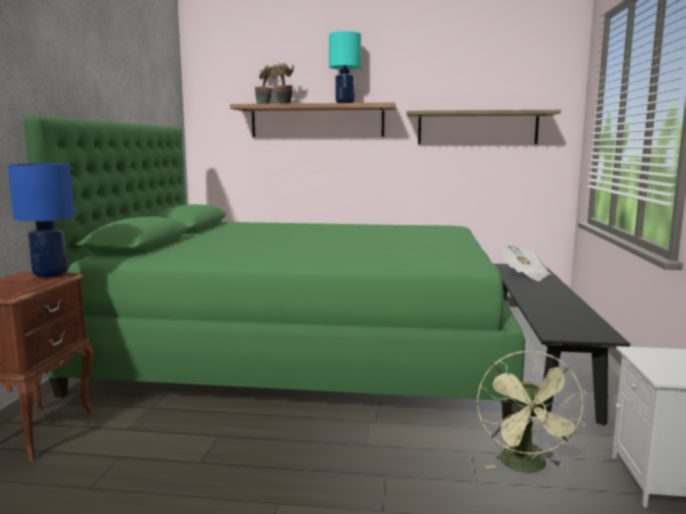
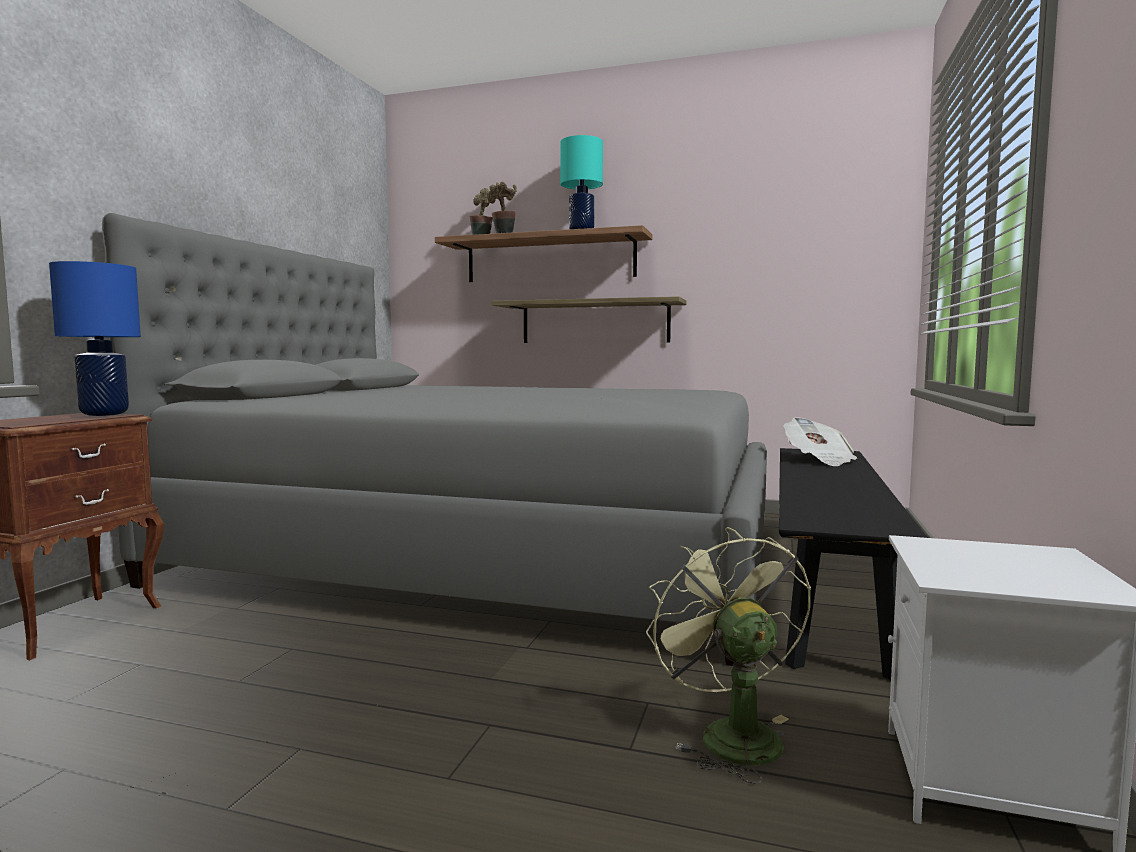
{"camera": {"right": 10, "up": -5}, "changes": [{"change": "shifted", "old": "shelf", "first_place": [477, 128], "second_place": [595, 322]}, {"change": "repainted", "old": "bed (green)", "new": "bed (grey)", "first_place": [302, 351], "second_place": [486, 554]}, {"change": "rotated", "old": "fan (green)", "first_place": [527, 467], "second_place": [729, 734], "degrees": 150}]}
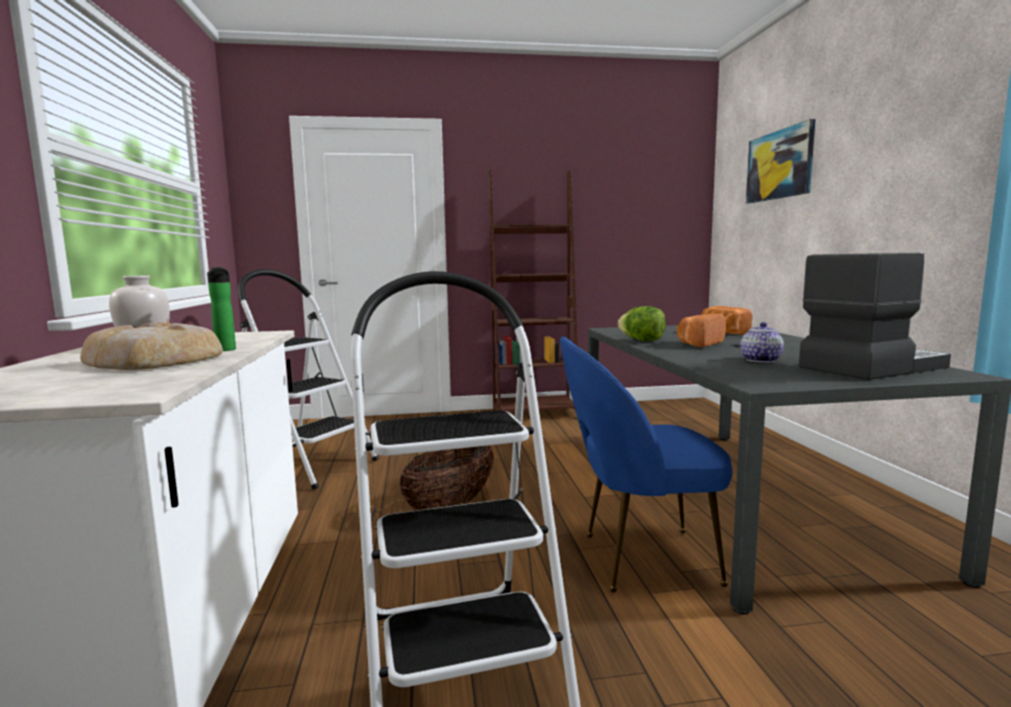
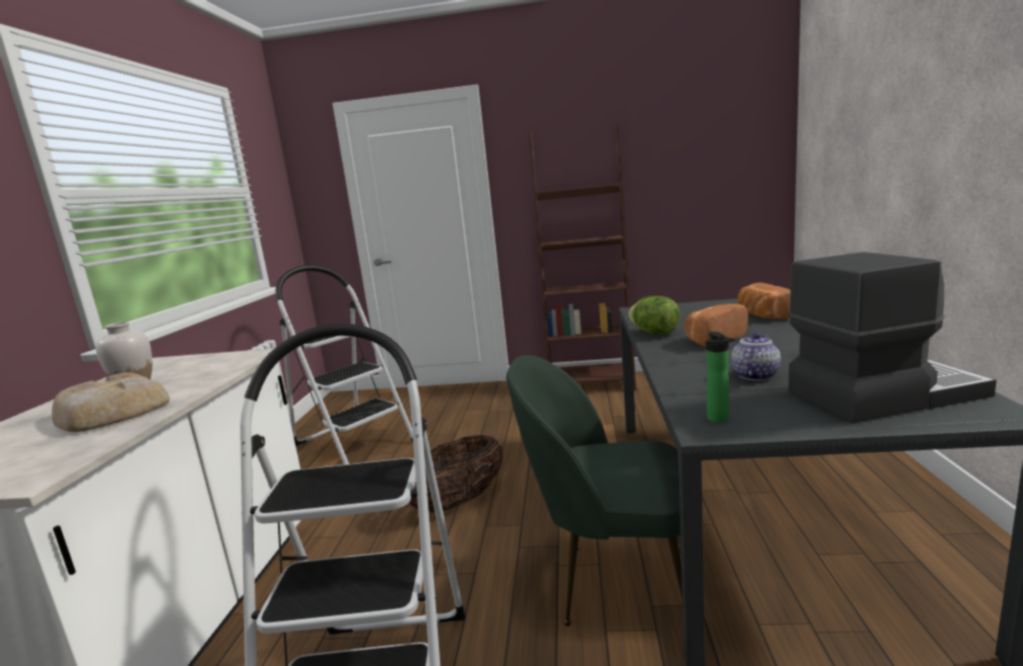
{"camera": {"right": 15, "up": 5}, "changes": [{"change": "gone", "old": "picture", "first_place": [779, 165]}, {"change": "shifted", "old": "bottle", "first_place": [226, 350], "second_place": [720, 419]}, {"change": "repainted", "old": "chair (blue)", "new": "chair (green)", "first_place": [637, 559], "second_place": [612, 585]}]}
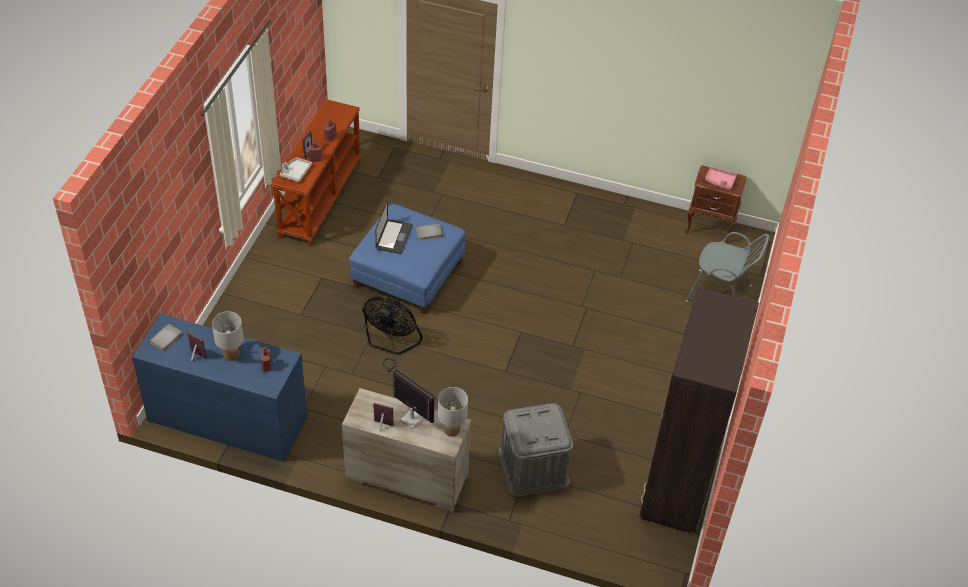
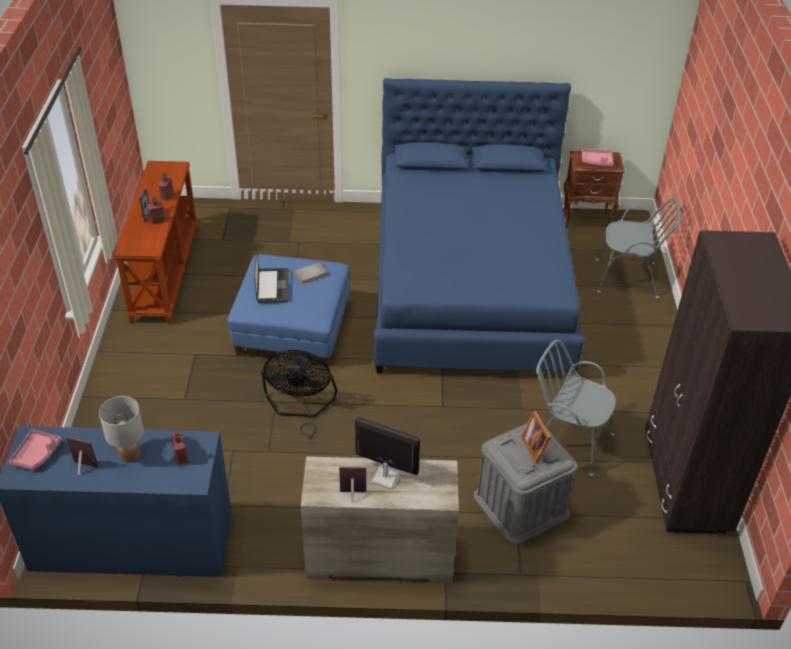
{"camera": {"right": -15, "up": -5}, "changes": [{"change": "gone", "old": "tray (grey)", "first_place": [296, 172]}, {"change": "swapped", "old": "book (grey)", "new": "tray (pink)", "first_place": [167, 338], "second_place": [37, 454]}, {"change": "gone", "old": "table lamp (grey)", "first_place": [452, 429]}, {"change": "new", "new": "bed (blue)", "second_place": [470, 284]}, {"change": "new", "new": "chair (grey)", "second_place": [566, 439]}, {"change": "new", "new": "picture frame", "second_place": [535, 447]}]}
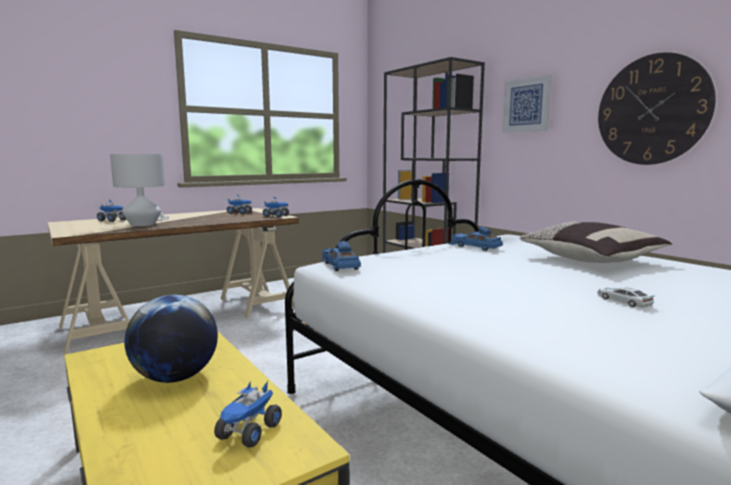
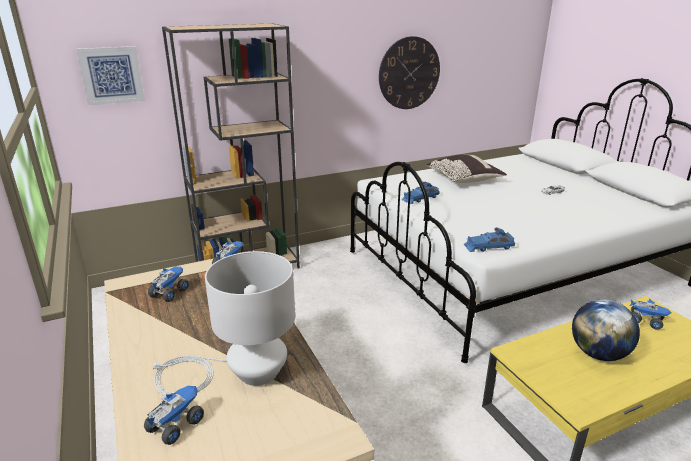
{"camera": {"right": -80, "up": 15}, "changes": [{"change": "shifted", "old": "picture", "first_place": [527, 105], "second_place": [111, 75]}]}
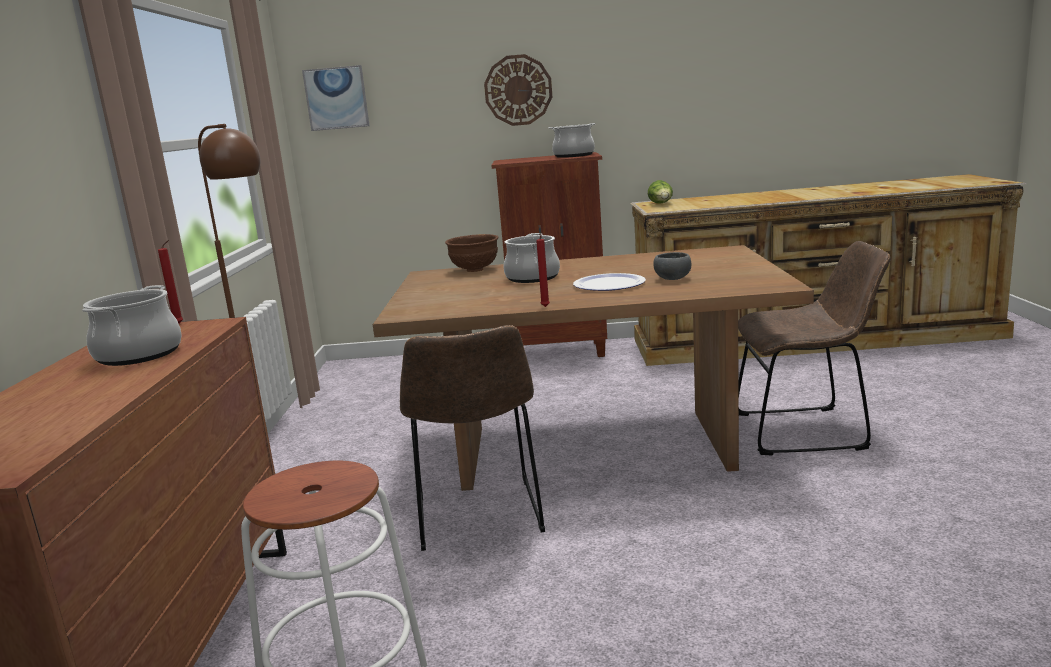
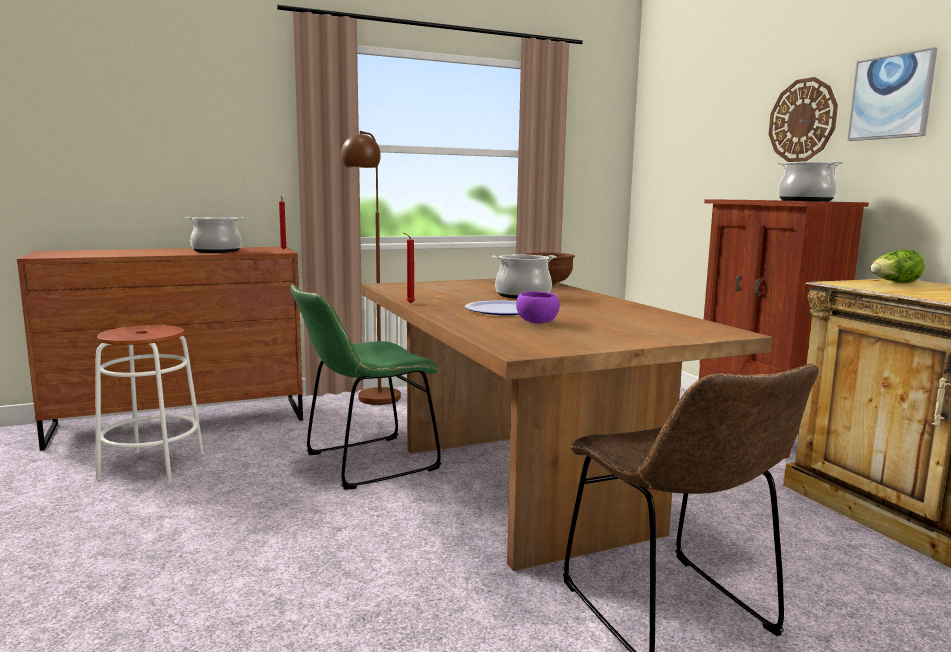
{"camera": {"right": 65, "up": -5}, "changes": [{"change": "shifted", "old": "picture", "first_place": [336, 98], "second_place": [891, 97]}, {"change": "repainted", "old": "bowl (grey)", "new": "bowl (purple)", "first_place": [673, 279], "second_place": [536, 322]}, {"change": "repainted", "old": "chair (brown)", "new": "chair (green)", "first_place": [479, 517], "second_place": [365, 463]}]}
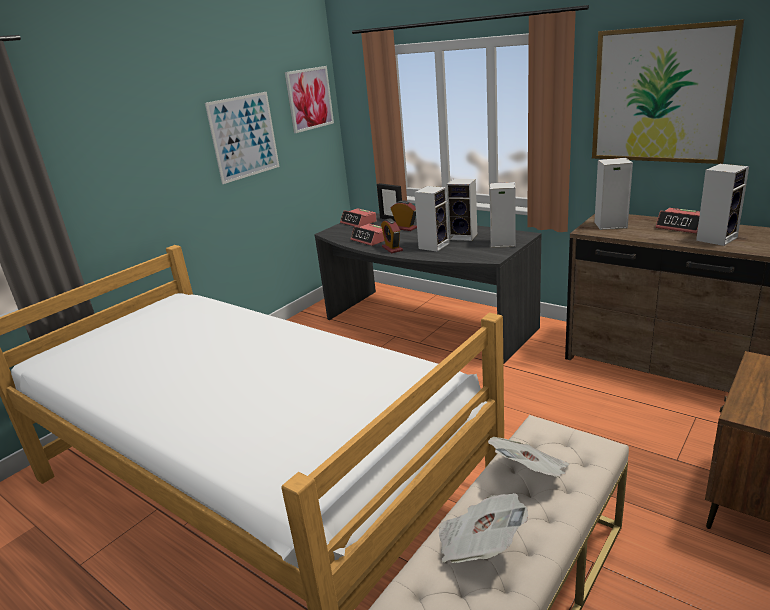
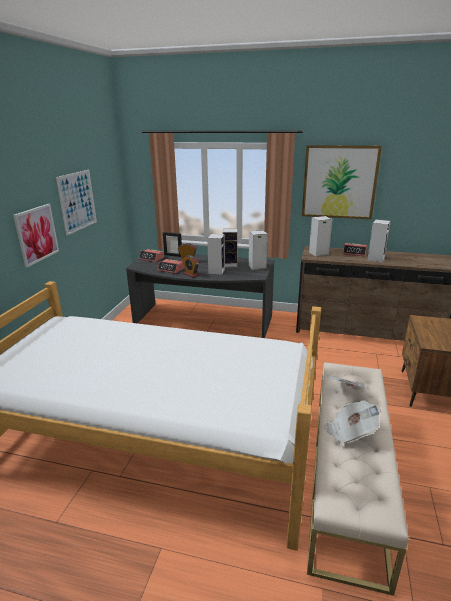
{"camera": {"right": -25, "up": 0}, "changes": [{"change": "shifted", "old": "picture", "first_place": [309, 99], "second_place": [36, 234]}]}
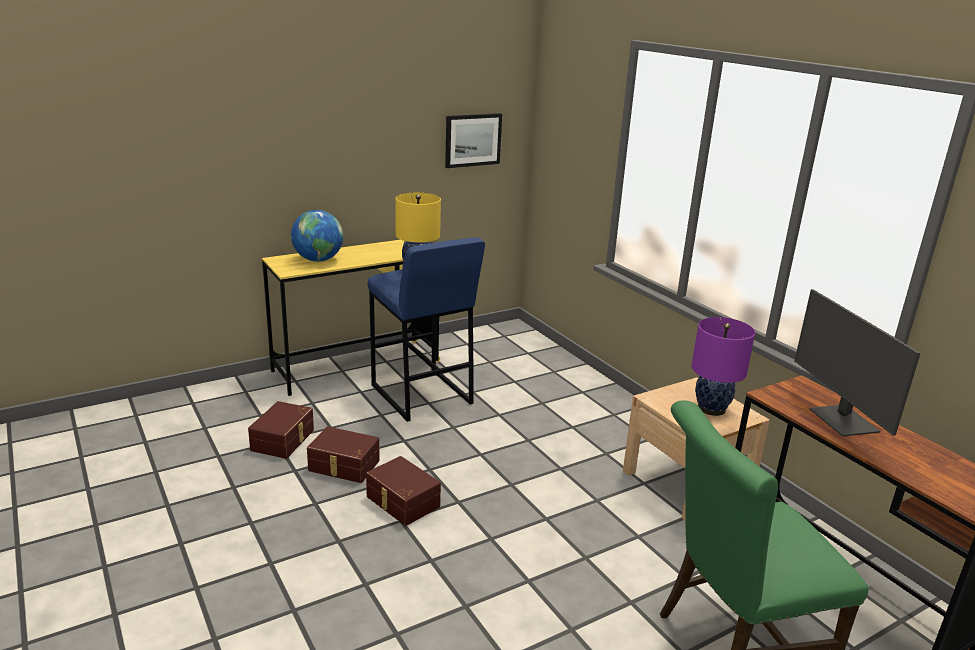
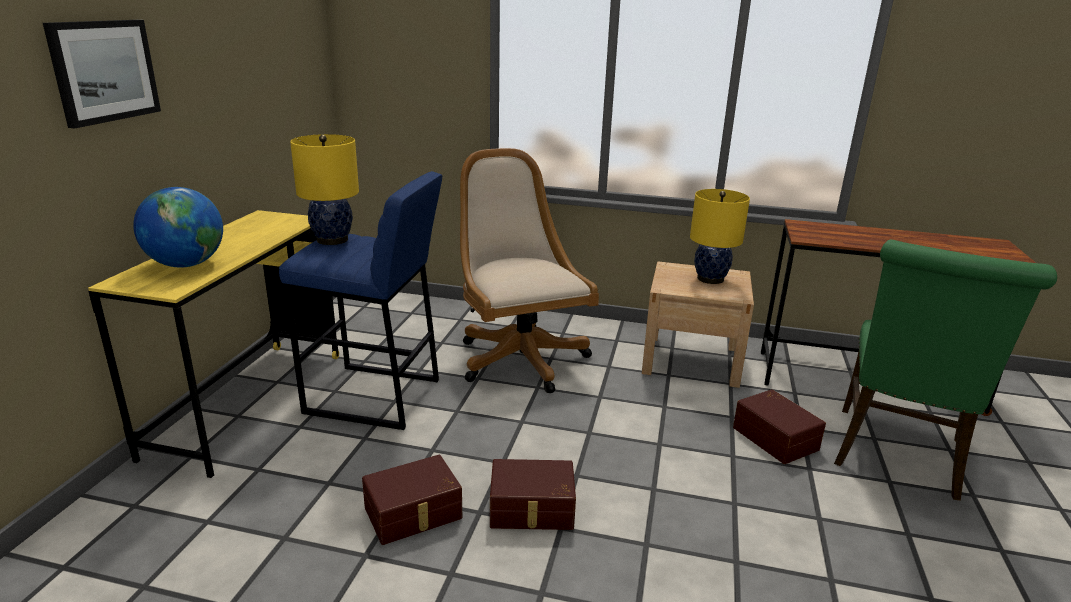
{"camera": {"right": -45, "up": 0}, "changes": [{"change": "shifted", "old": "picture", "first_place": [472, 140], "second_place": [104, 71]}, {"change": "gone", "old": "monitor", "first_place": [842, 421]}, {"change": "repainted", "old": "table lamp (purple)", "new": "table lamp (yellow)", "first_place": [711, 408], "second_place": [710, 279]}, {"change": "shifted", "old": "storage box (brown)", "first_place": [284, 440], "second_place": [776, 438]}, {"change": "new", "new": "office chair", "second_place": [518, 355]}]}
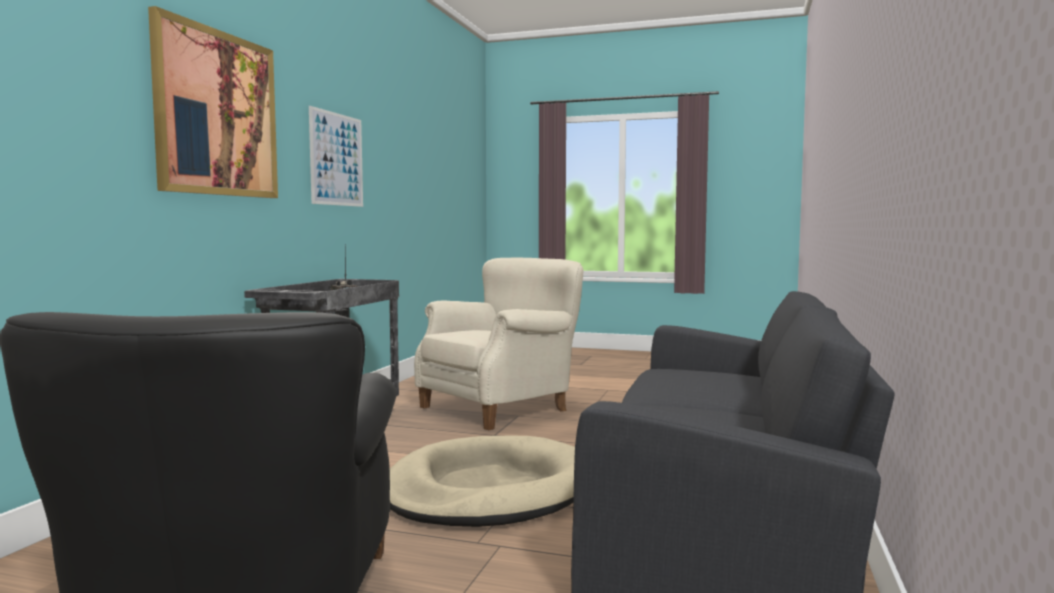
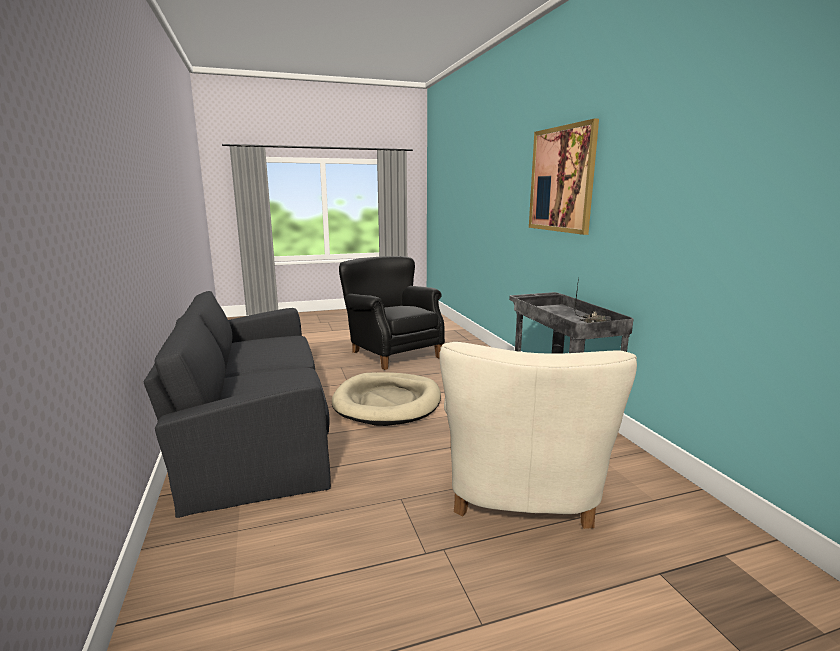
{"camera": {"right": 145, "up": 10}, "changes": [{"change": "gone", "old": "picture", "first_place": [336, 159]}]}
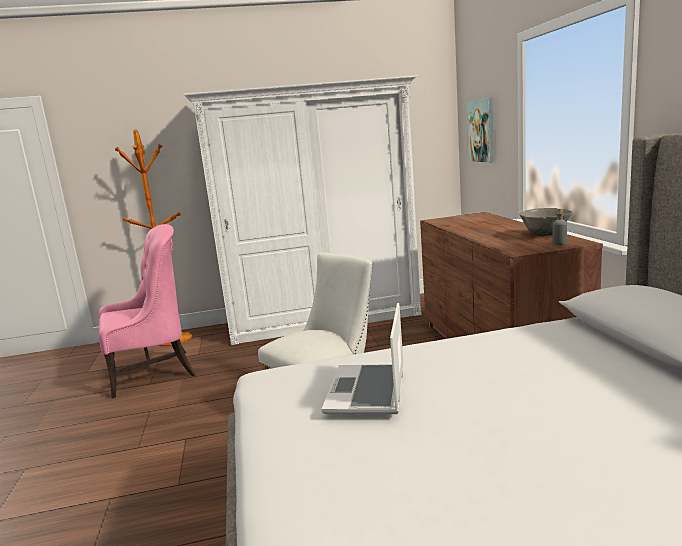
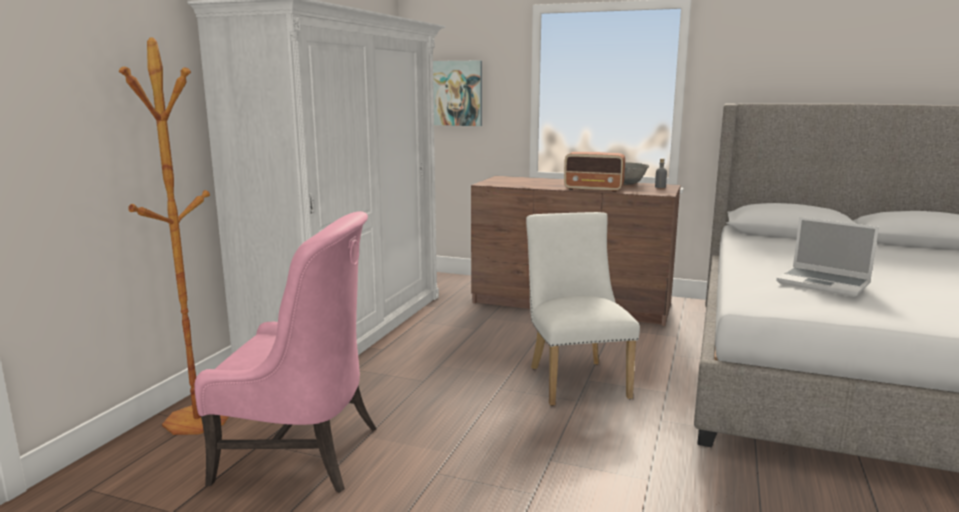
{"camera": {"right": -60, "up": 0}, "changes": [{"change": "rotated", "old": "chair (pink)", "first_place": [153, 372], "second_place": [301, 453], "degrees": 90}, {"change": "new", "new": "radio", "second_place": [594, 189]}]}
